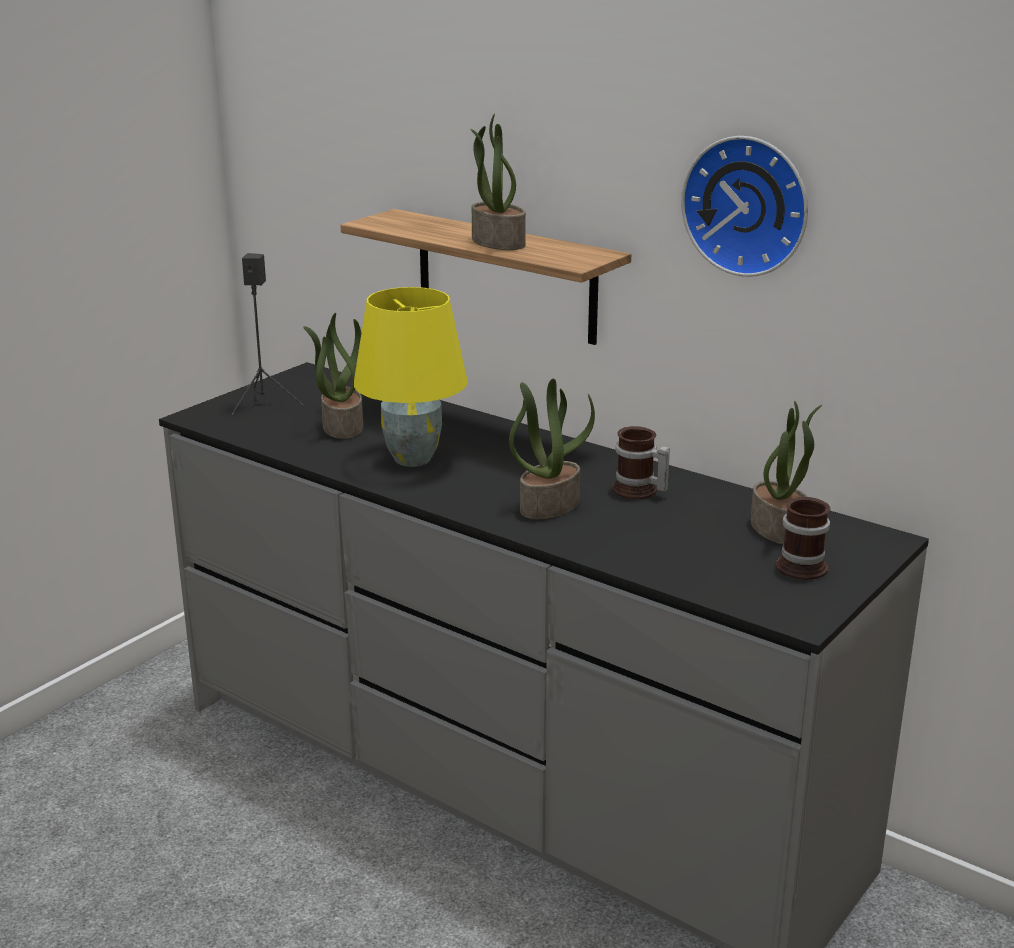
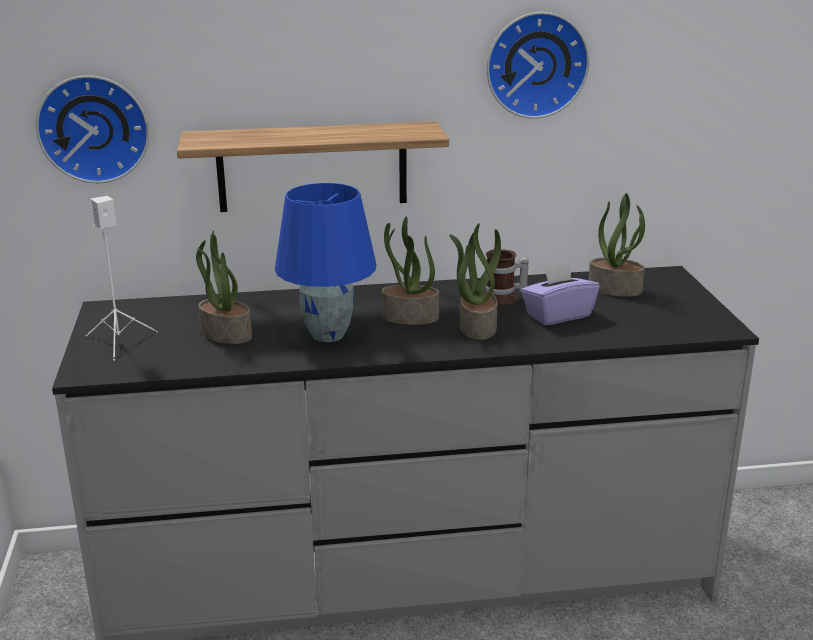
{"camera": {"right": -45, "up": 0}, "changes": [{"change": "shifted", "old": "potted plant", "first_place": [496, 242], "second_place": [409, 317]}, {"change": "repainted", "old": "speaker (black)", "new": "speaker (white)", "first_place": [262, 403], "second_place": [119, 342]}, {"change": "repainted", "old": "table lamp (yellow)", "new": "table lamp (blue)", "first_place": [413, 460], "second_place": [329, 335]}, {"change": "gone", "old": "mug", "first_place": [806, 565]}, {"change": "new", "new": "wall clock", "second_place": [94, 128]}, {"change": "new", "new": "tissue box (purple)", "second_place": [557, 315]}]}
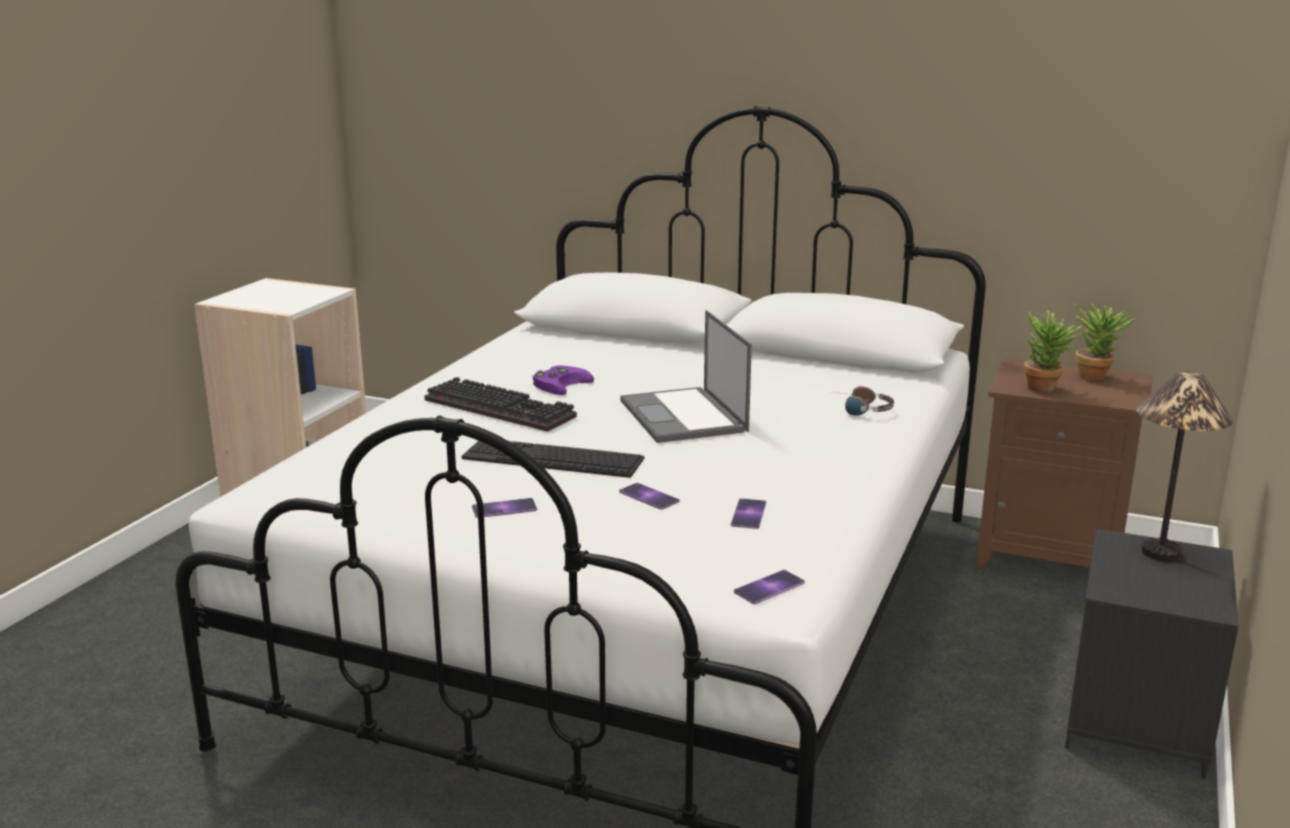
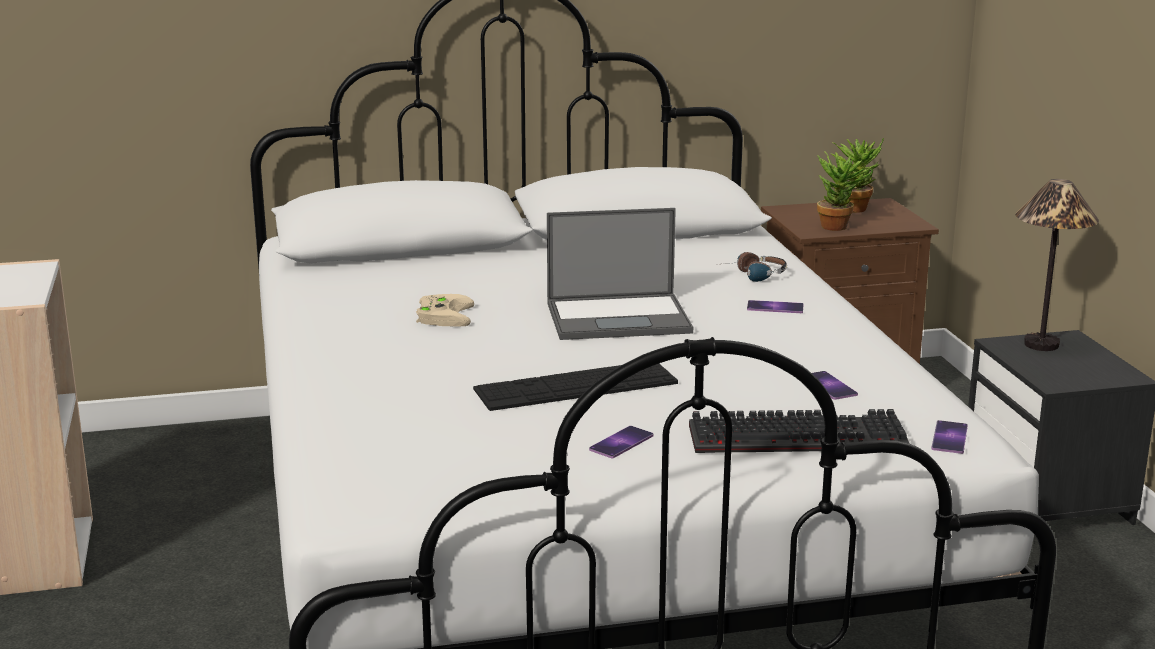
{"camera": {"right": -35, "up": 0}, "changes": [{"change": "rotated", "old": "laptop", "first_place": [684, 416], "second_place": [620, 317], "degrees": -45}, {"change": "repainted", "old": "game controller (purple)", "new": "game controller (beige)", "first_place": [560, 383], "second_place": [442, 315]}, {"change": "shifted", "old": "keyboard", "first_place": [503, 408], "second_place": [800, 436]}, {"change": "shifted", "old": "phone", "first_place": [649, 496], "second_place": [775, 307]}]}
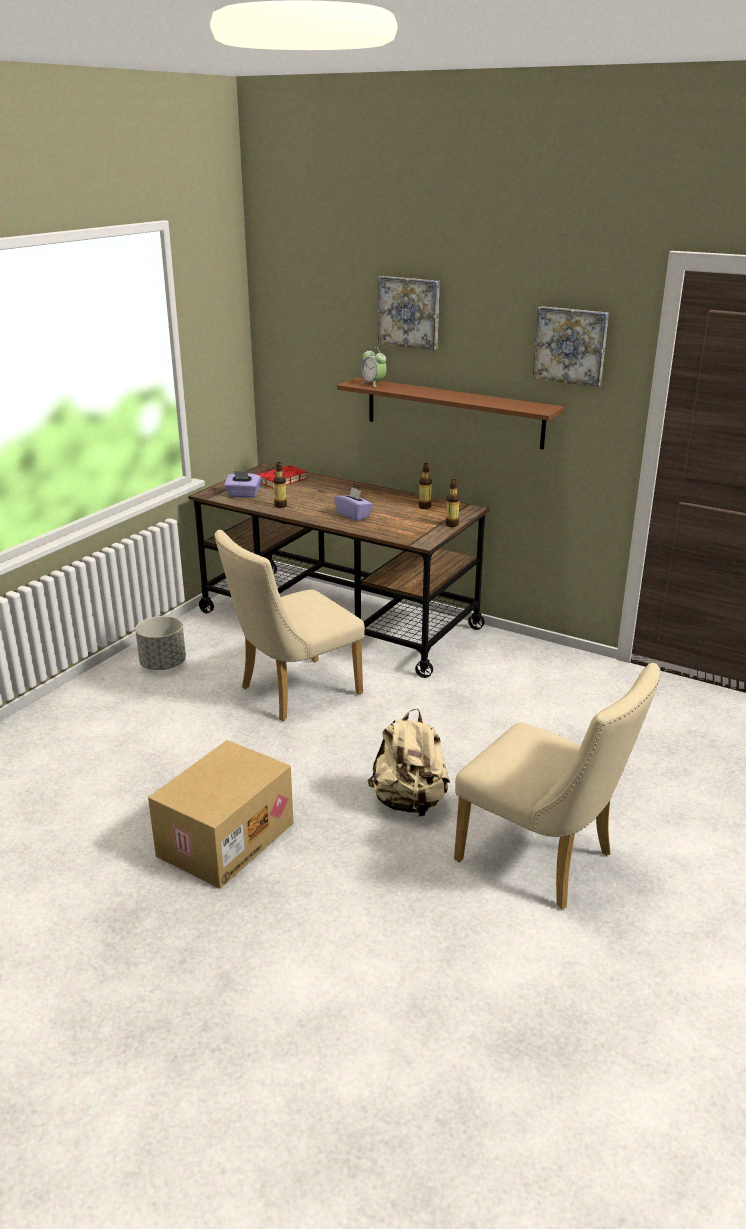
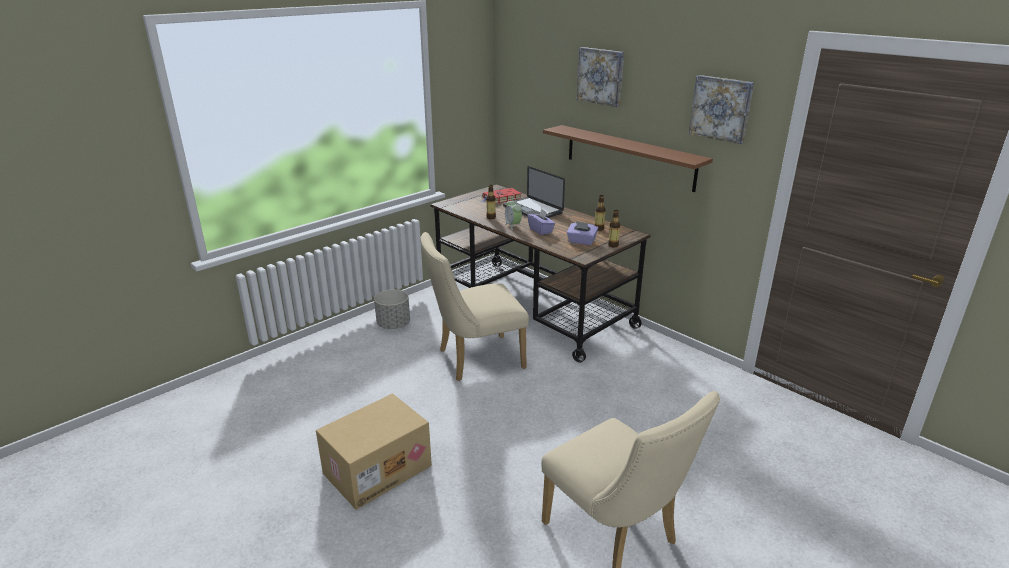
{"camera": {"right": 15, "up": 0}, "changes": [{"change": "shifted", "old": "alarm clock", "first_place": [373, 384], "second_place": [513, 225]}, {"change": "shifted", "old": "tissue box (purple)", "first_place": [243, 495], "second_place": [581, 241]}, {"change": "gone", "old": "backpack (beige)", "first_place": [409, 802]}, {"change": "new", "new": "laptop", "second_place": [532, 210]}]}
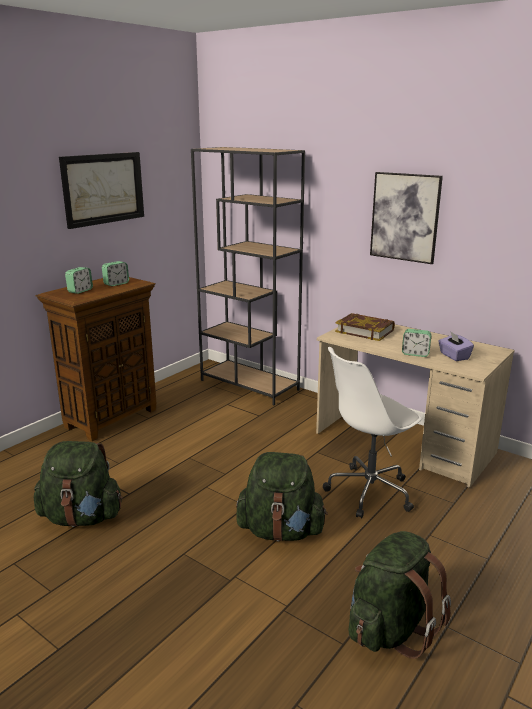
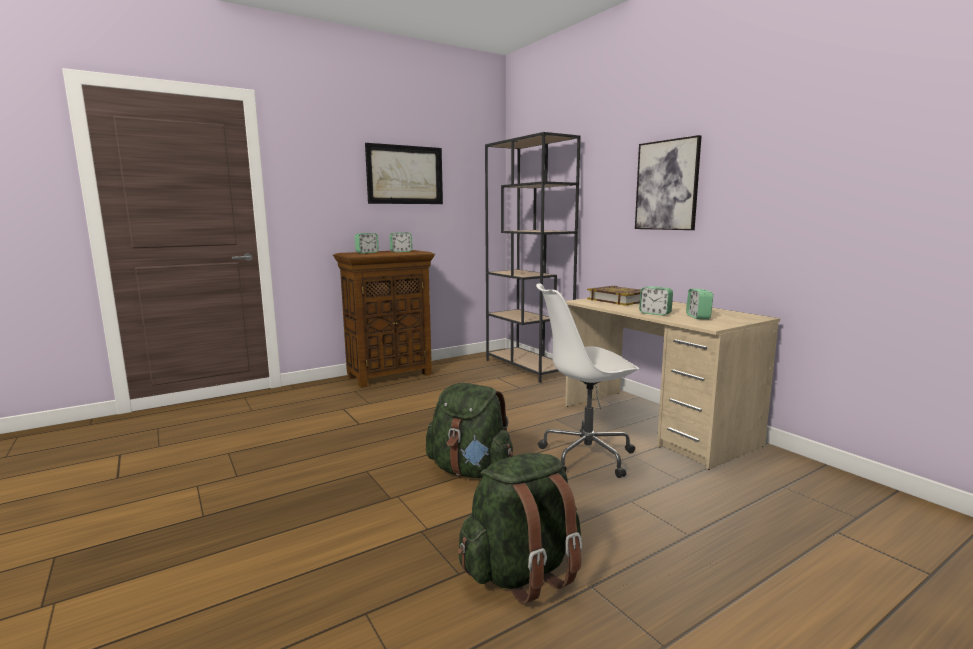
{"camera": {"right": 20, "up": -10}, "changes": [{"change": "swapped", "old": "tissue box (purple)", "new": "alarm clock", "first_place": [453, 356], "second_place": [698, 317]}, {"change": "gone", "old": "backpack (green)", "first_place": [82, 517]}]}
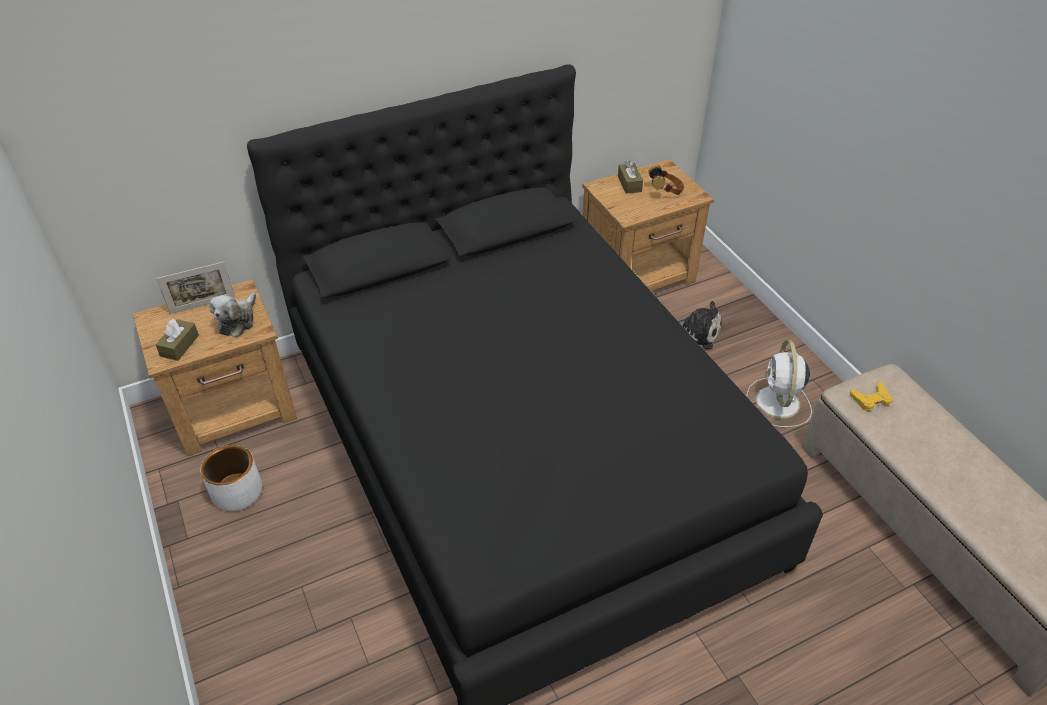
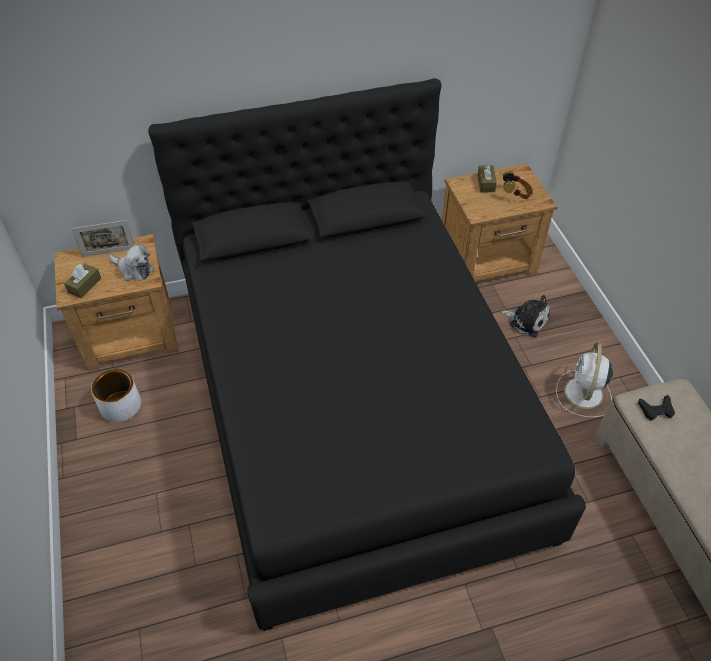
{"camera": {"right": 10, "up": 5}, "changes": [{"change": "rotated", "old": "plush toy", "first_place": [238, 321], "second_place": [134, 269], "degrees": -90}, {"change": "repainted", "old": "game controller (yellow)", "new": "game controller (black)", "first_place": [871, 399], "second_place": [656, 410]}]}
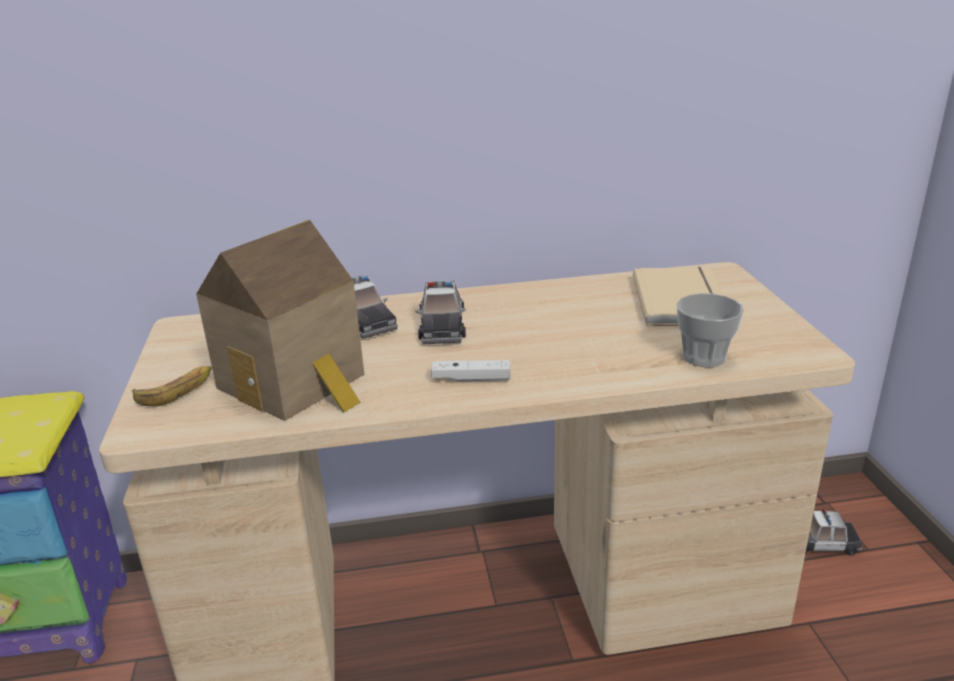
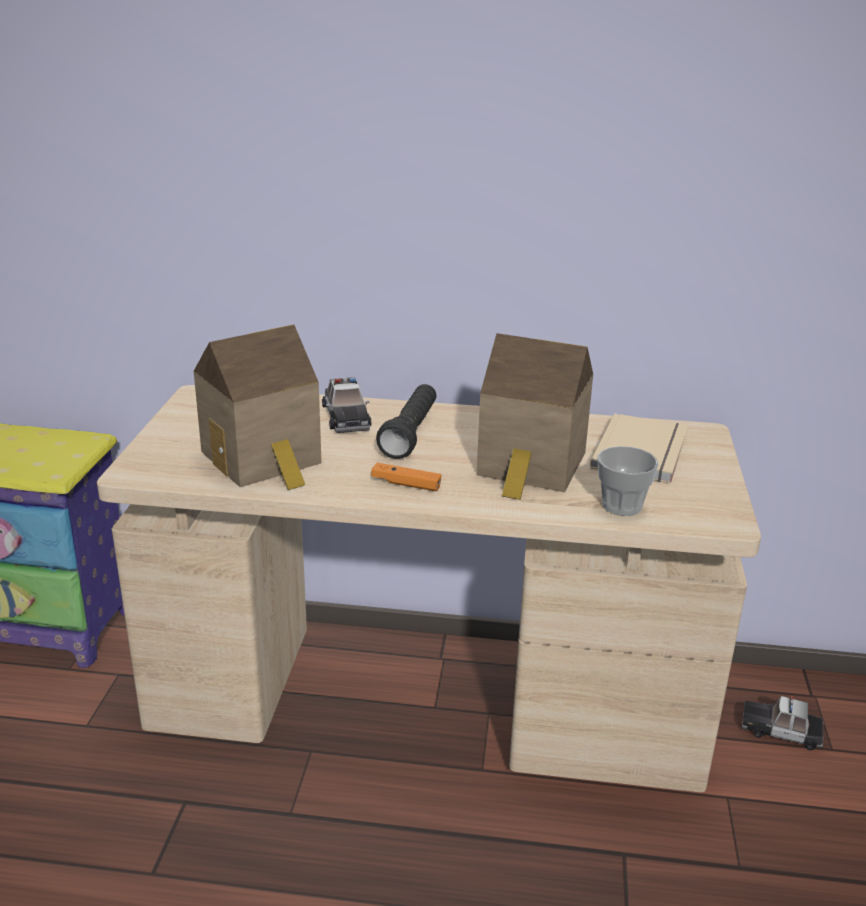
{"camera": {"right": 15, "up": 0}, "changes": [{"change": "swapped", "old": "toy car", "new": "flashlight (black)", "first_place": [441, 325], "second_place": [410, 434]}, {"change": "repainted", "old": "game controller (white)", "new": "game controller (orange)", "first_place": [471, 379], "second_place": [406, 484]}, {"change": "gone", "old": "banana", "first_place": [177, 391]}, {"change": "new", "new": "toy house", "second_place": [531, 467]}]}
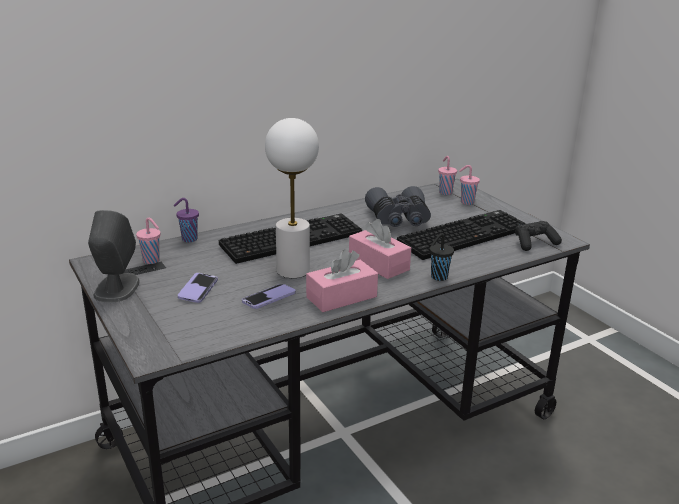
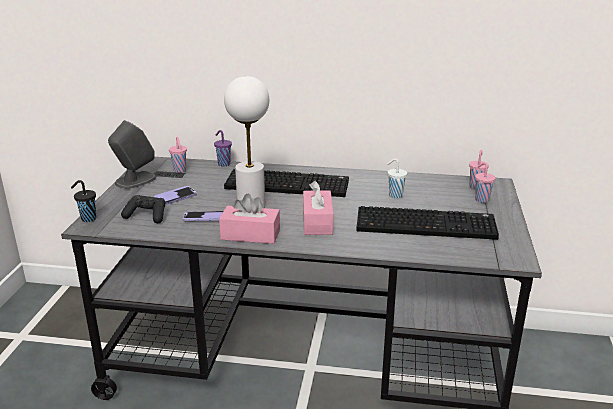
{"camera": {"right": 40, "up": 0}, "changes": [{"change": "swapped", "old": "binoculars (grey)", "new": "cup (white)", "first_place": [399, 219], "second_place": [394, 195]}, {"change": "shifted", "old": "game controller (black)", "first_place": [534, 243], "second_place": [147, 216]}, {"change": "shifted", "old": "cup (black)", "first_place": [438, 277], "second_place": [87, 219]}]}
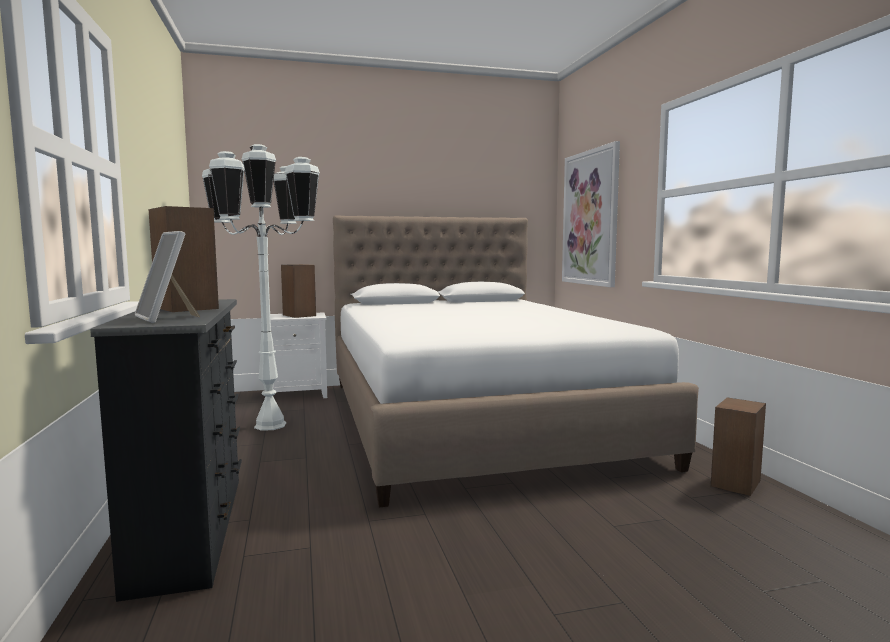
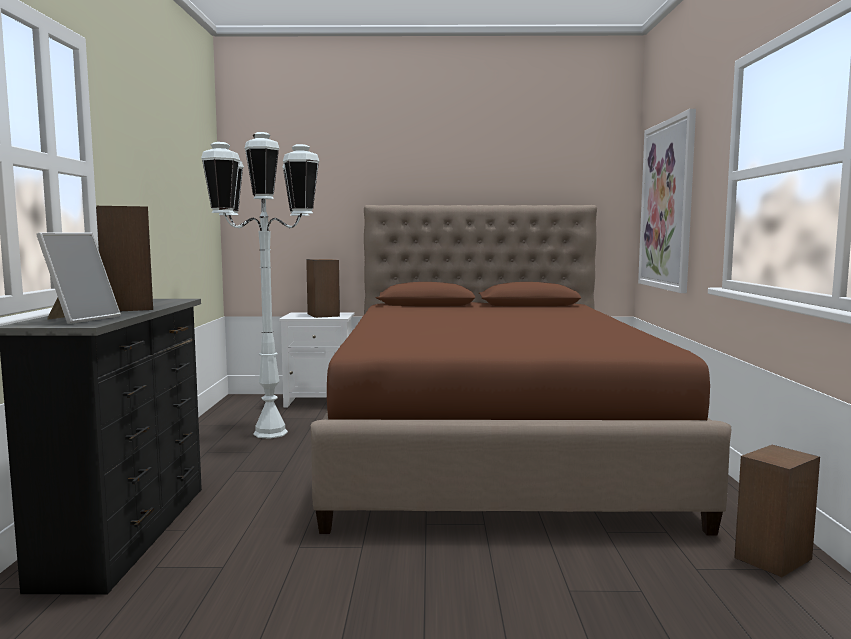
{"camera": {"right": 15, "up": 0}, "changes": [{"change": "repainted", "old": "bed (white)", "new": "bed (brown)", "first_place": [473, 418], "second_place": [492, 444]}, {"change": "rotated", "old": "picture frame", "first_place": [167, 318], "second_place": [80, 319], "degrees": -135}]}
